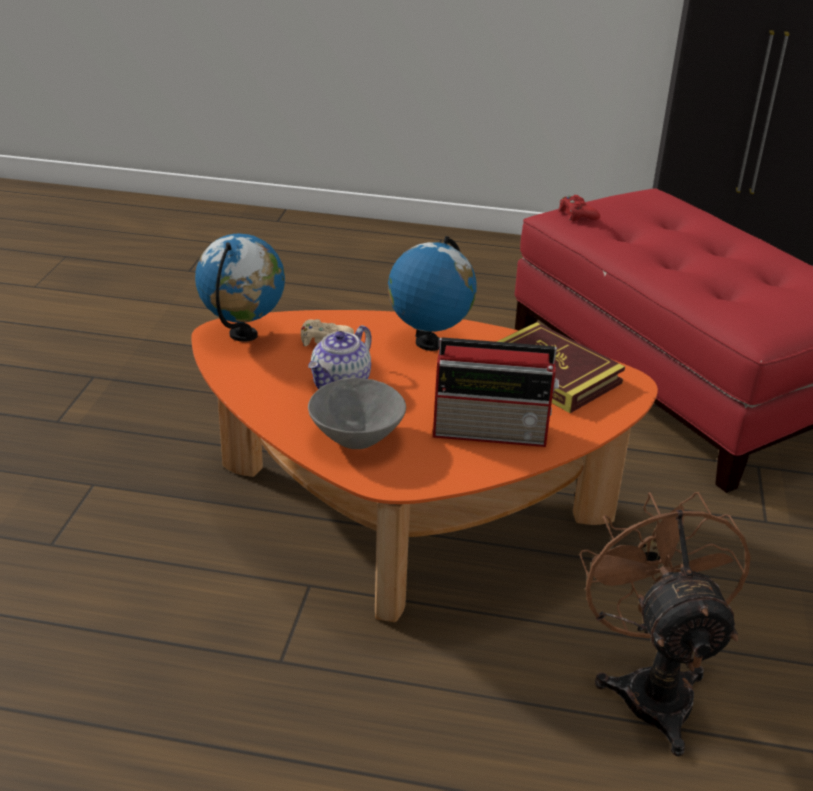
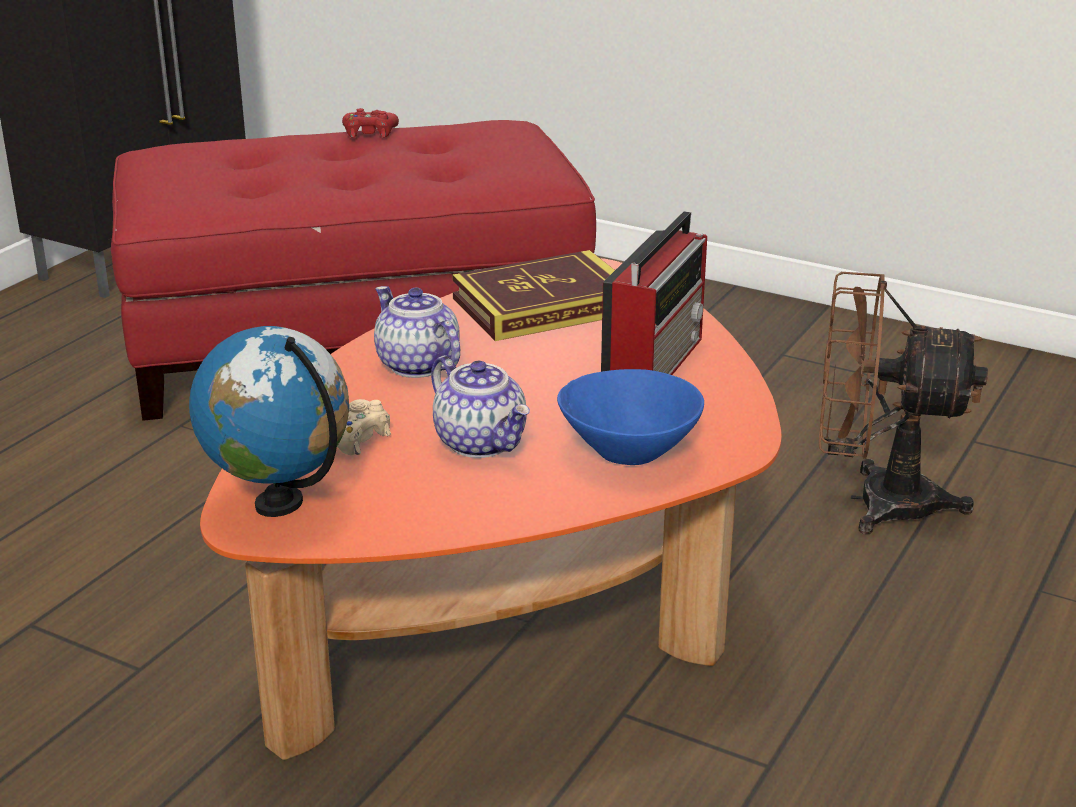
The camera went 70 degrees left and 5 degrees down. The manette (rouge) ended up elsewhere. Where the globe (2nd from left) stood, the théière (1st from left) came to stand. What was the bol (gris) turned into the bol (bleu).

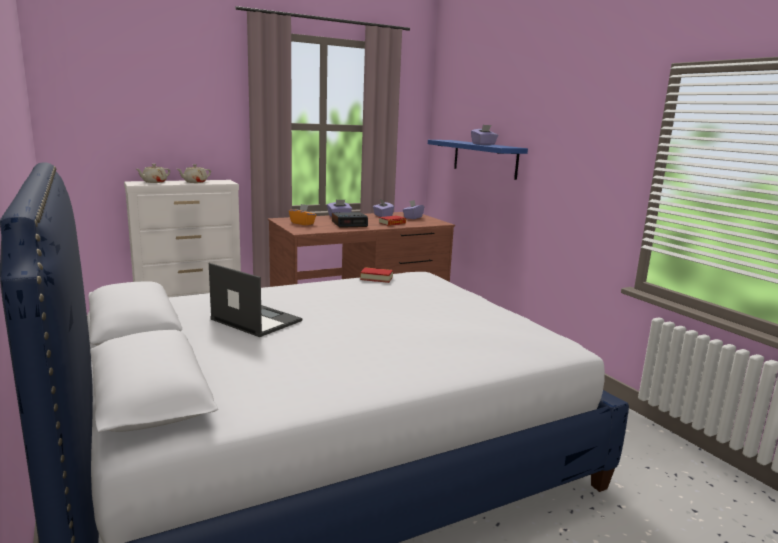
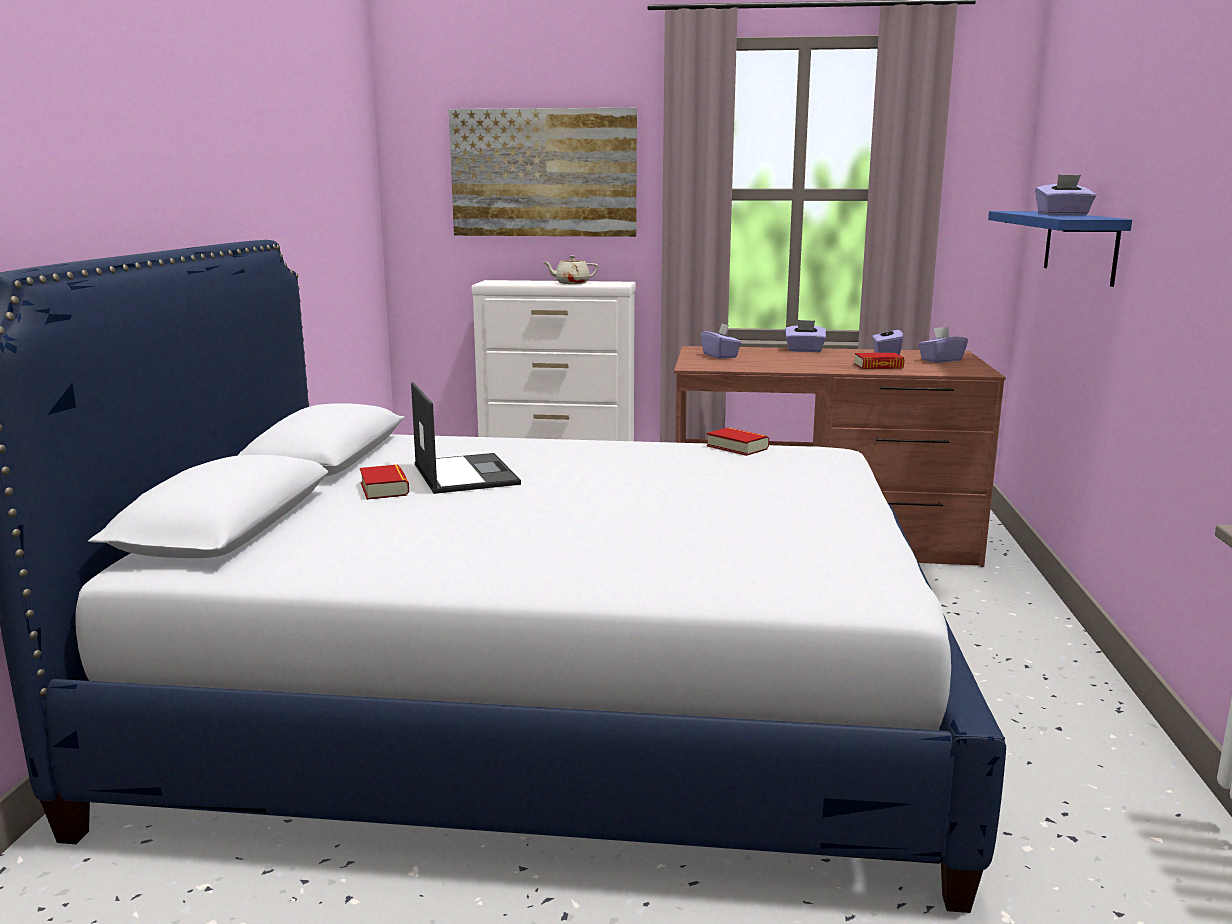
The camera went 35 degrees right and 0 degrees up. The second view gained the livre (1st from left). The second view gained the tableau. What was the boîte à mouchoirs (orange) turned into the boîte à mouchoirs (violet) (1st from left). The second view lost the théière (beige) (1st from left). The second view lost the réveil.

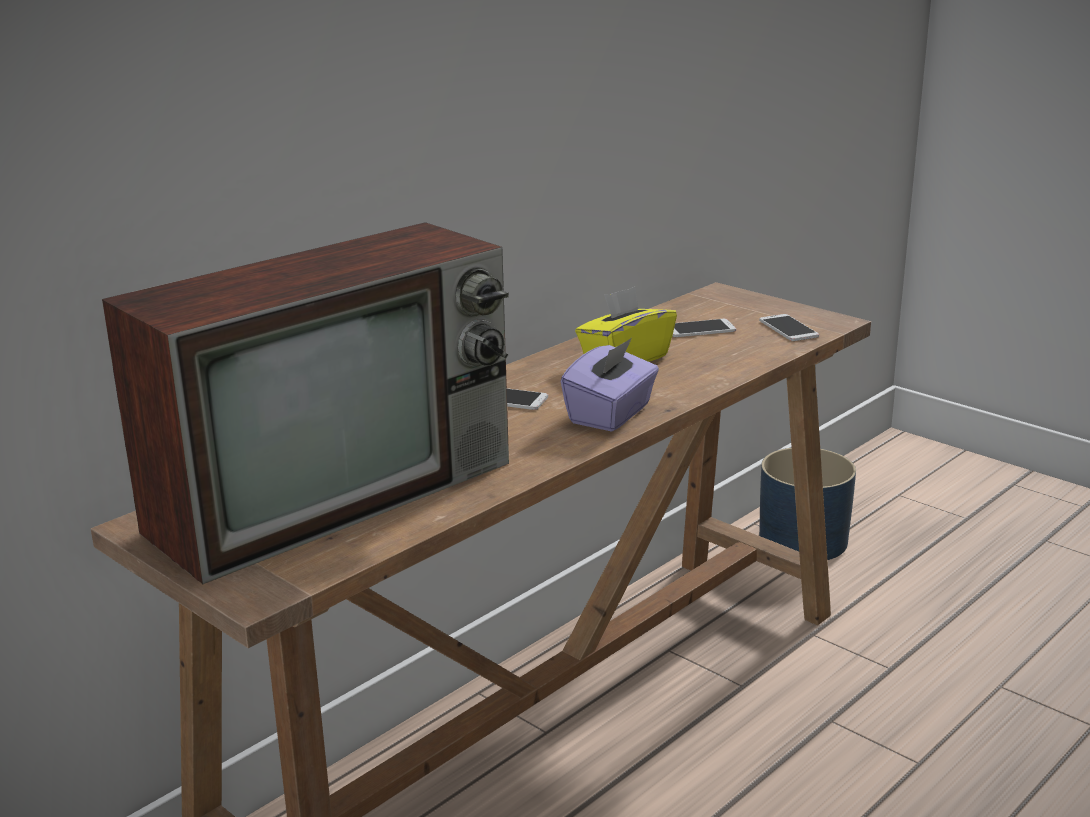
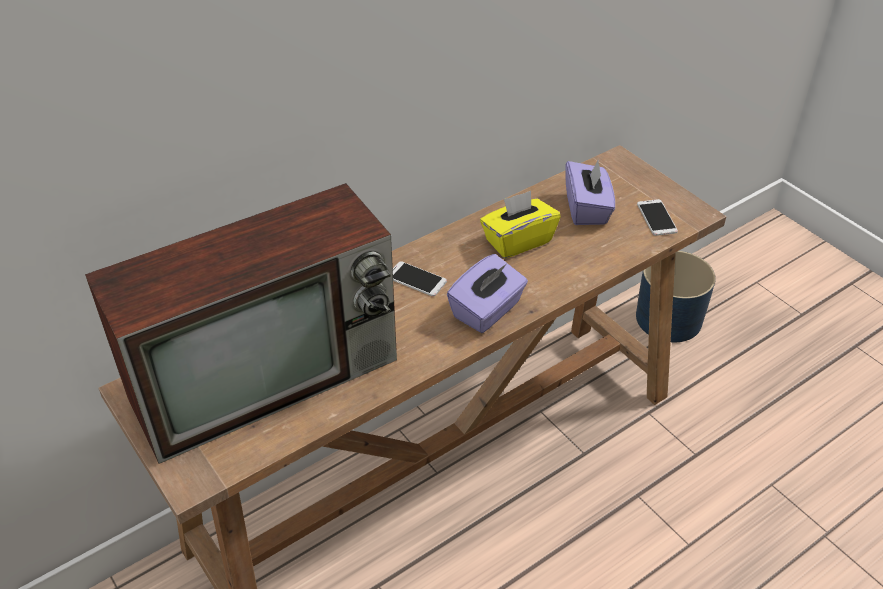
The camera went 10 degrees right and 20 degrees up. Where the téléphone (2nd from left) stood, the boîte à mouchoirs (violet) (2nd from left) came to stand.

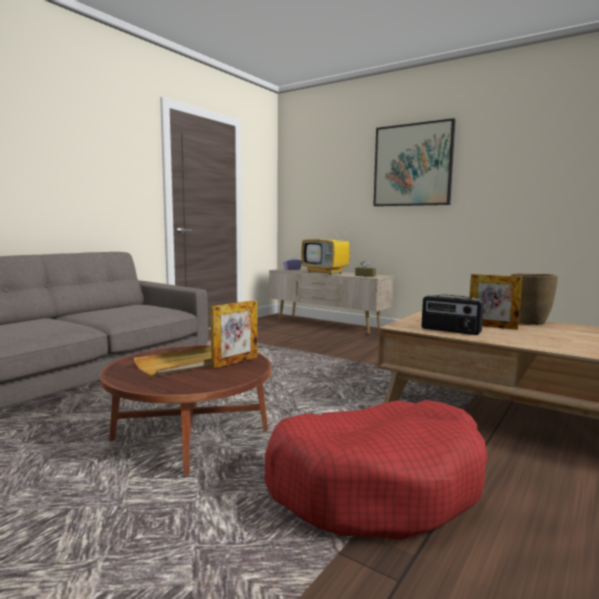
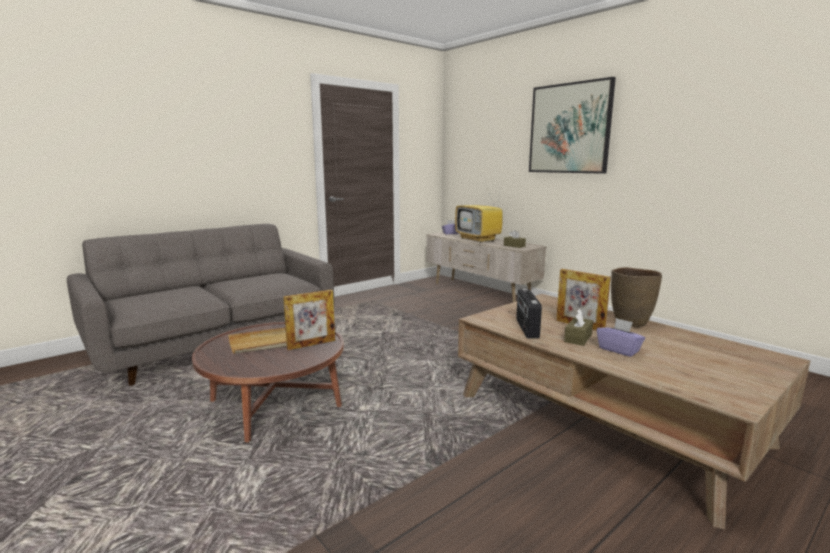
The camera went 15 degrees right and 5 degrees up. The radio ended up facing another way, 45 degrees clockwise from before. The second view gained the boîte à mouchoirs (marron) (2nd from left). The second view gained the boîte à mouchoirs (violet) (2nd from left). The second view lost the panier pour chien (rouge).

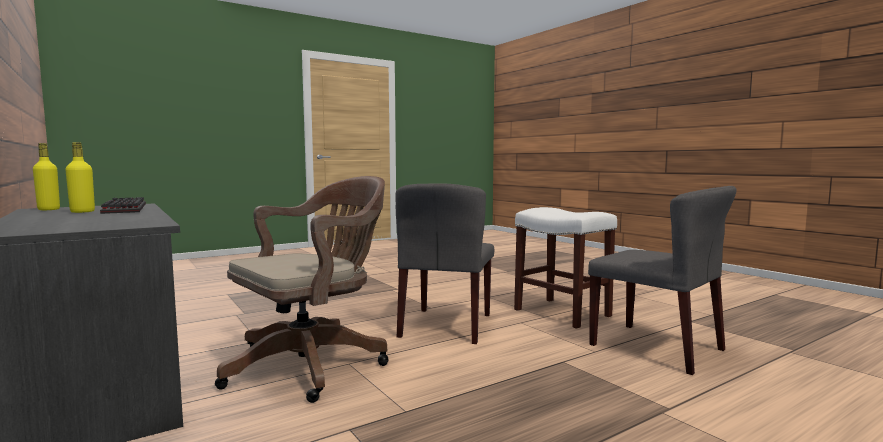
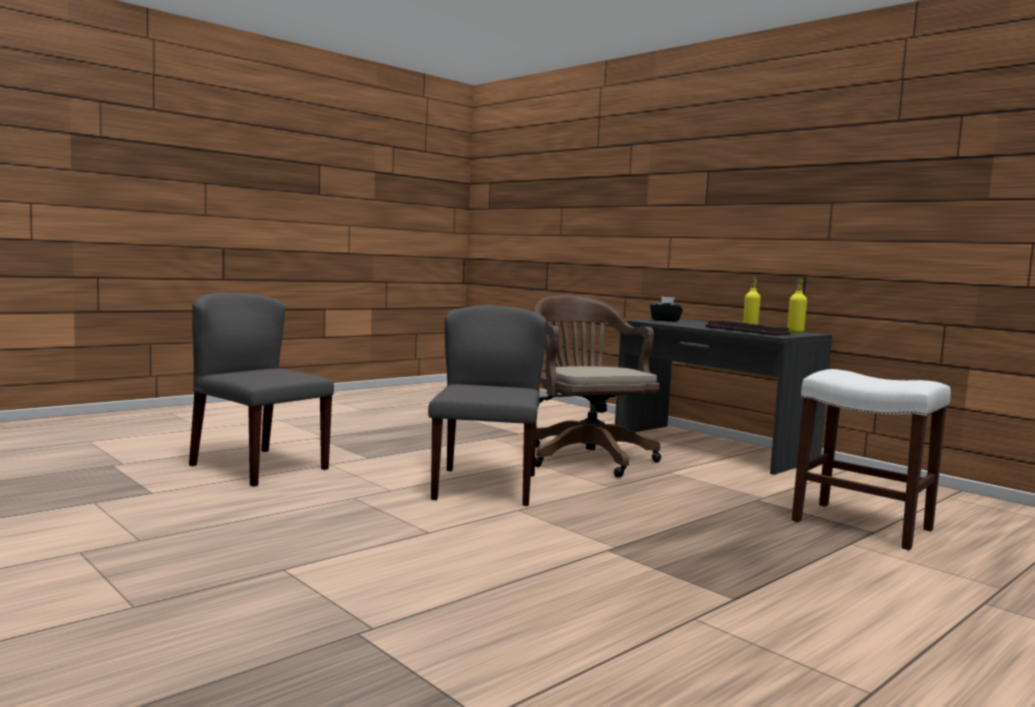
The camera went 170 degrees right and 0 degrees up. The chaise de bureau (marron) ended up facing another way, 120 degrees clockwise from before. The second view gained the boîte à mouchoirs (noir). The tabouret (blanc) ended up elsewhere.

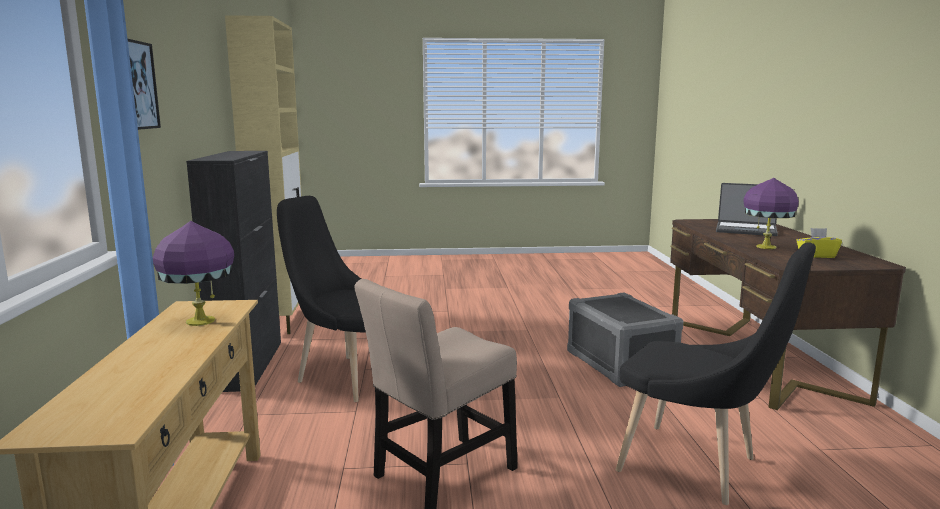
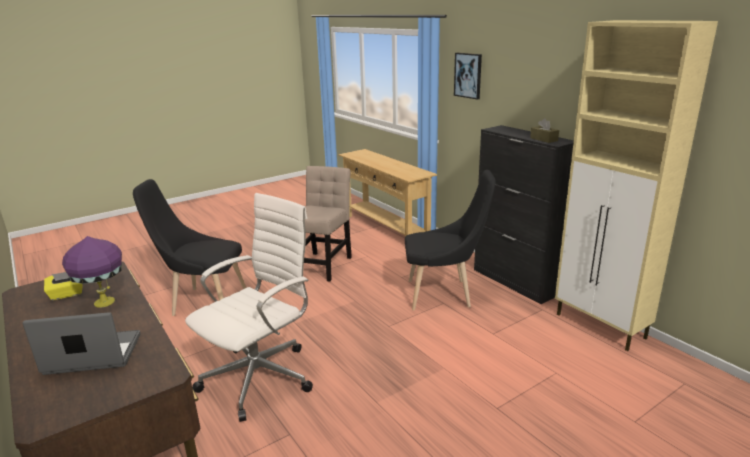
The camera went 150 degrees right and 10 degrees up. Where the boîte de rangement (gris) stood, the chaise de bureau (blanc) came to stand. The second view gained the boîte à mouchoirs (marron). The second view lost the lampe de table (violet) (1st from left).

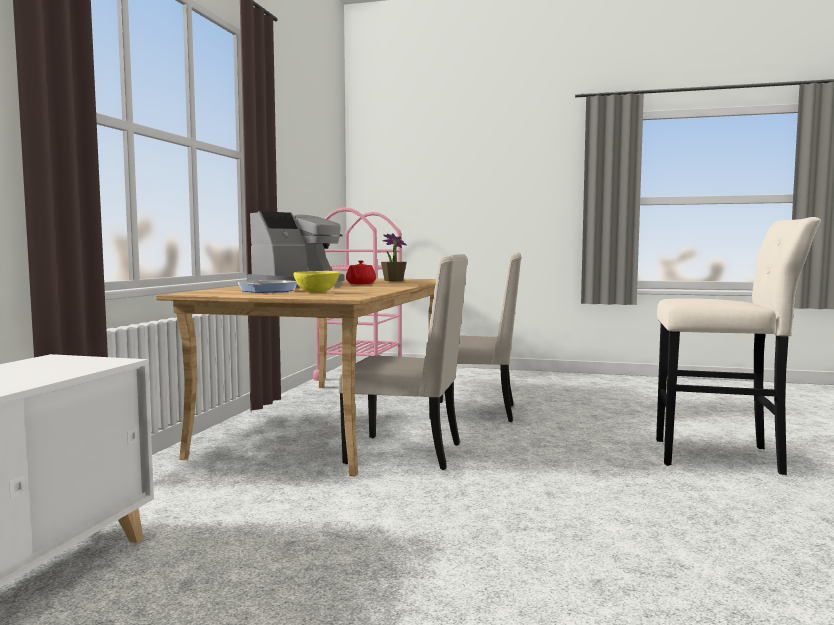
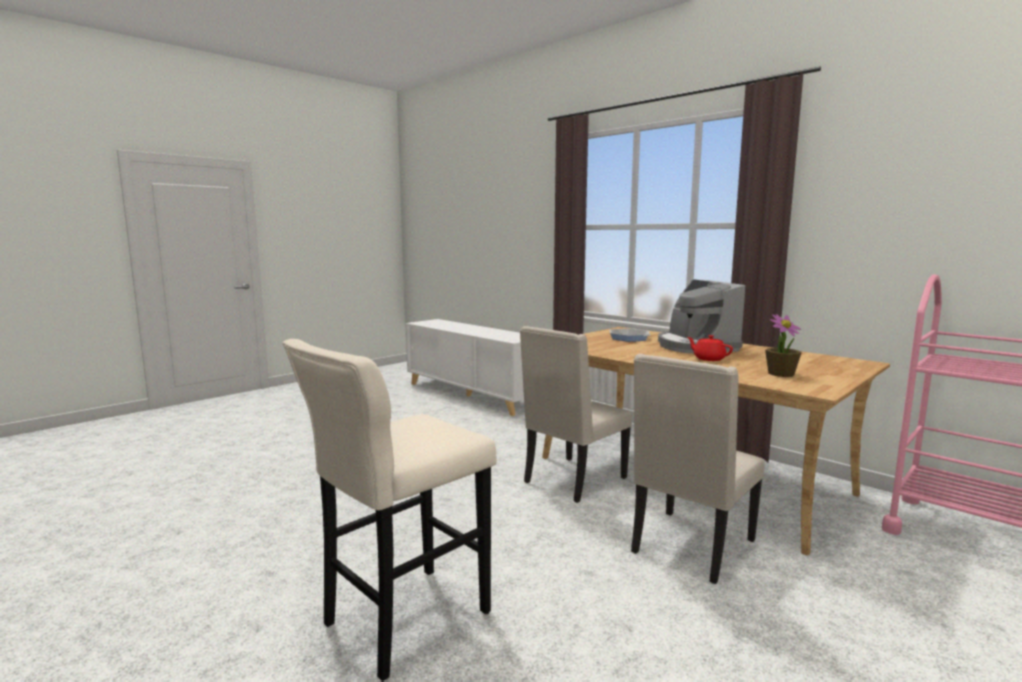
The camera went 120 degrees right and 5 degrees up. The second view lost the bol (jaune).

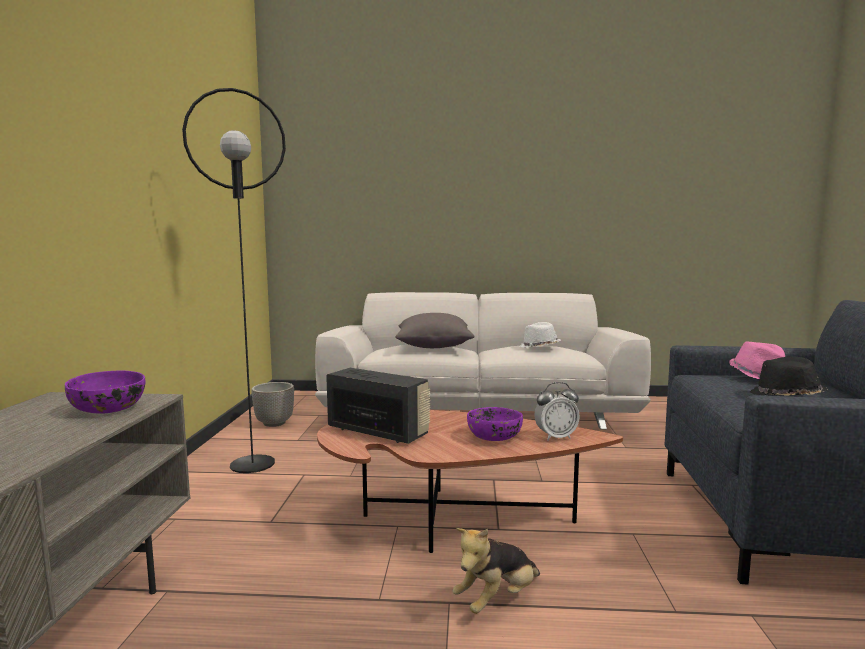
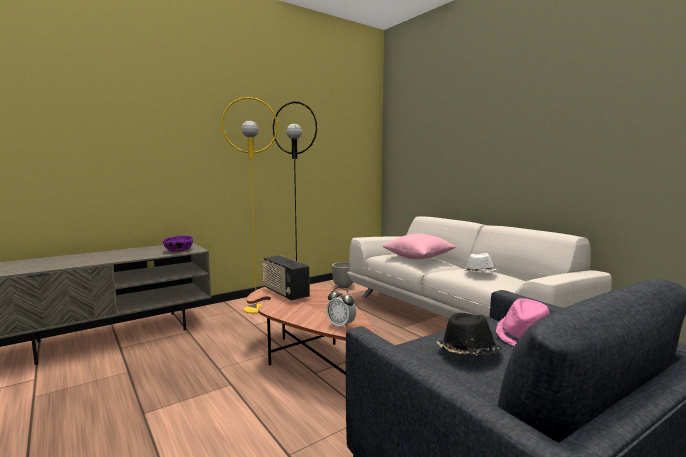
The camera went 50 degrees right and 0 degrees up. The second view gained the lampadaire (jaune). The radio ended up facing another way, 150 degrees clockwise from before. What was the coussin (gris) turned into the coussin (rose). The second view lost the peluche. The second view lost the bol (violet) (2nd from left).

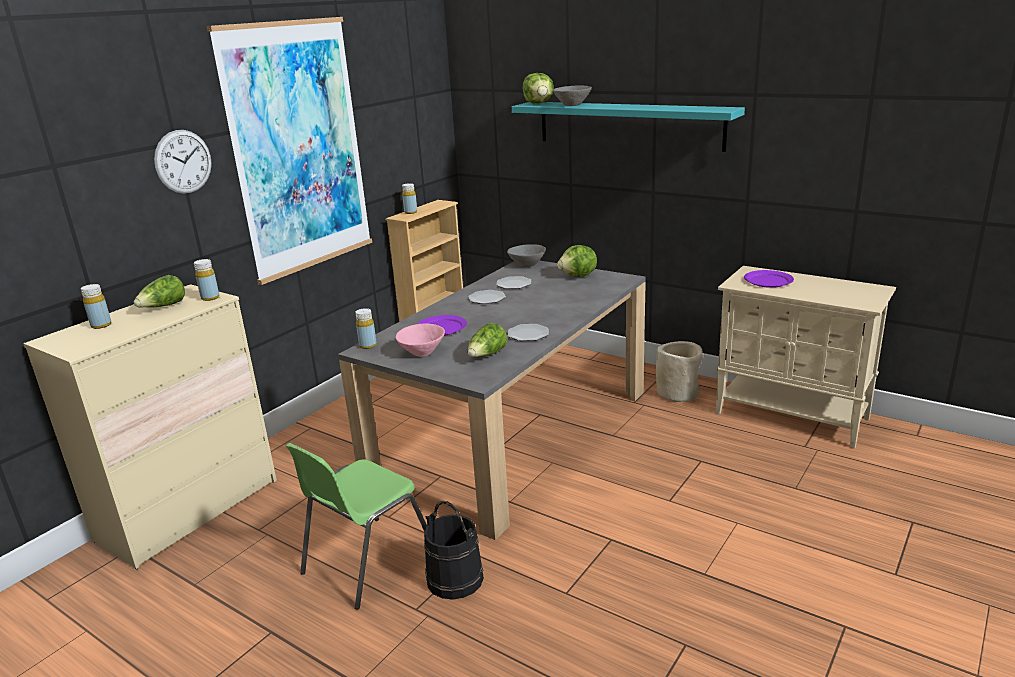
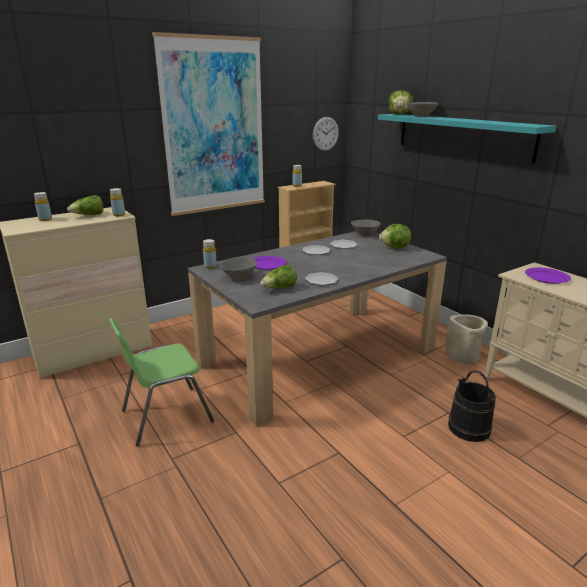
The camera went 20 degrees right and 0 degrees up. What was the bol (rose) turned into the bol (gris) (1st from left). The horloge murale ended up elsewhere. The seau (noir) ended up elsewhere.

